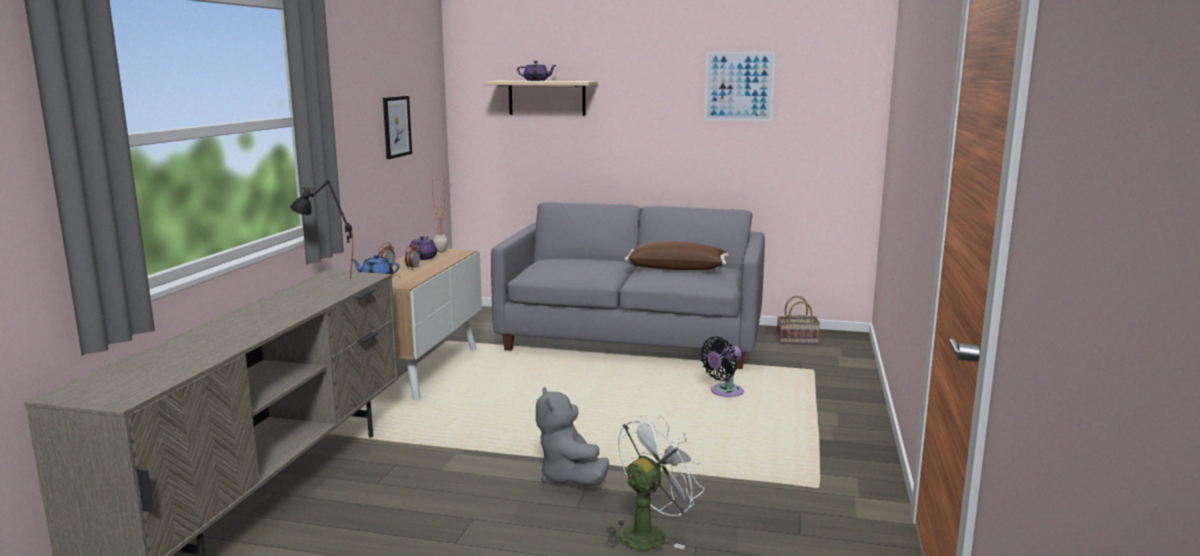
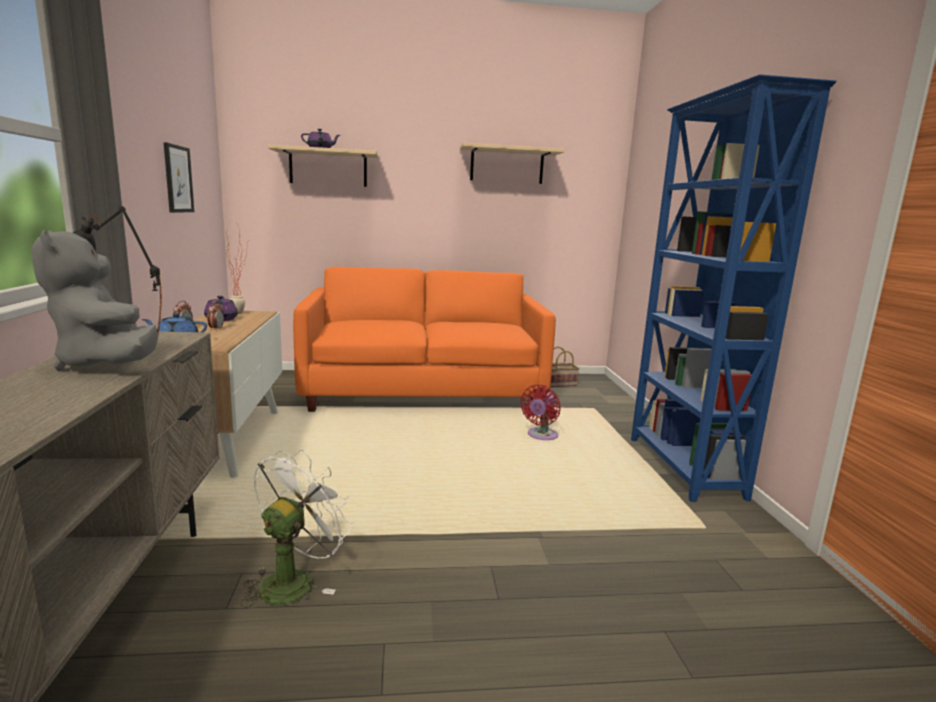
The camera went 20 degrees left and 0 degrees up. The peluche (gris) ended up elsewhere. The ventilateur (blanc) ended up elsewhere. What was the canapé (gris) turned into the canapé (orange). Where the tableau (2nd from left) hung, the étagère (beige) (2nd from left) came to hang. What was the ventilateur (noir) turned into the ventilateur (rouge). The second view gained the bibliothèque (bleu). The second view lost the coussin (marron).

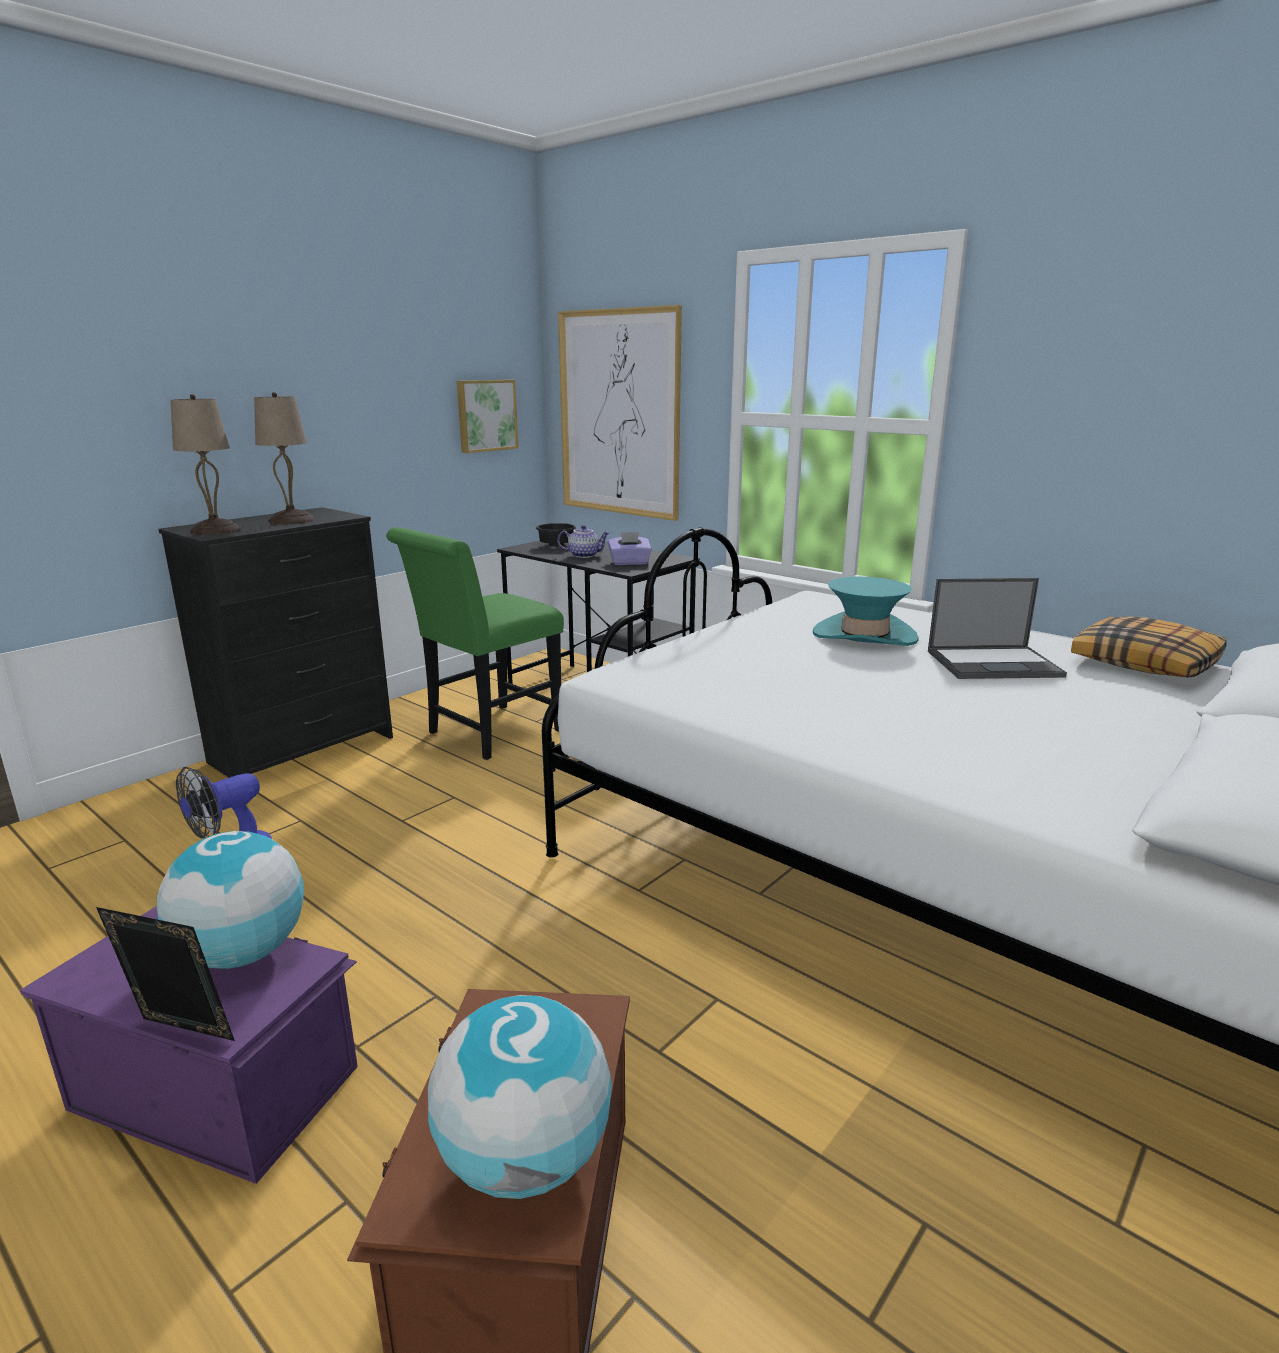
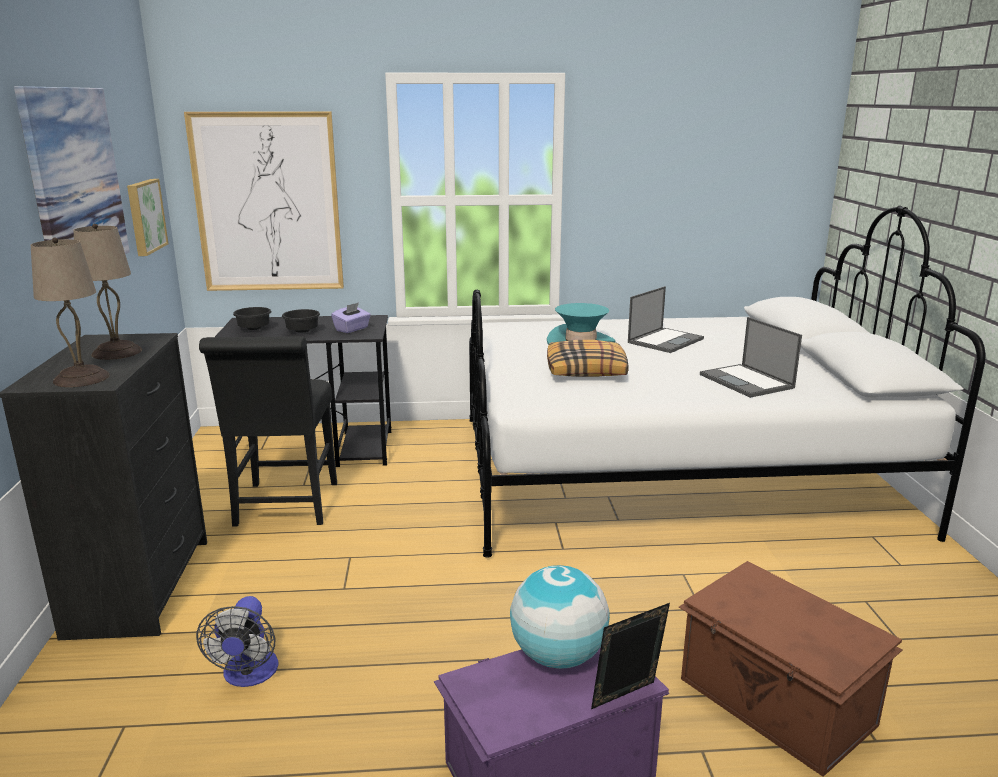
The camera went 45 degrees left and 0 degrees up. The second view gained the tableau (1st from left). What was the chaise (vert) turned into the chaise (noir). Where the théière stood, the bol (noir) (2nd from left) came to stand. The coussin ended up elsewhere. The second view gained the ordinateur portable (2nd from left). The second view lost the globe (2nd from left).

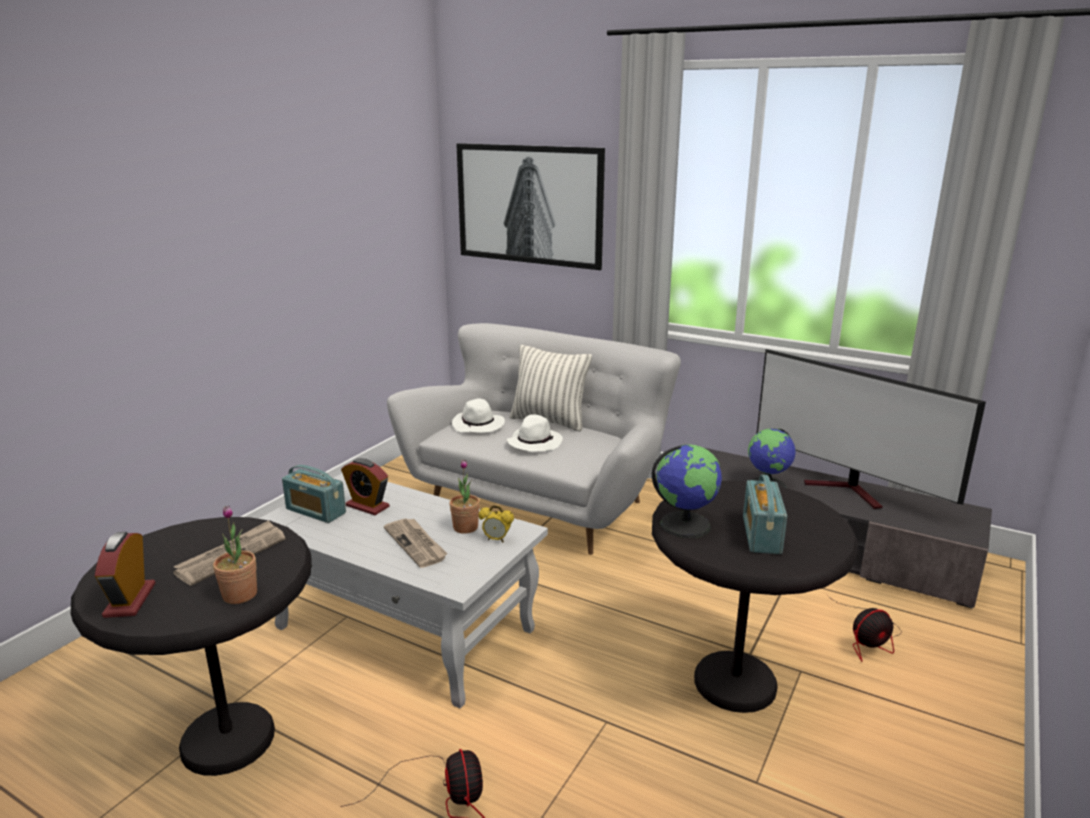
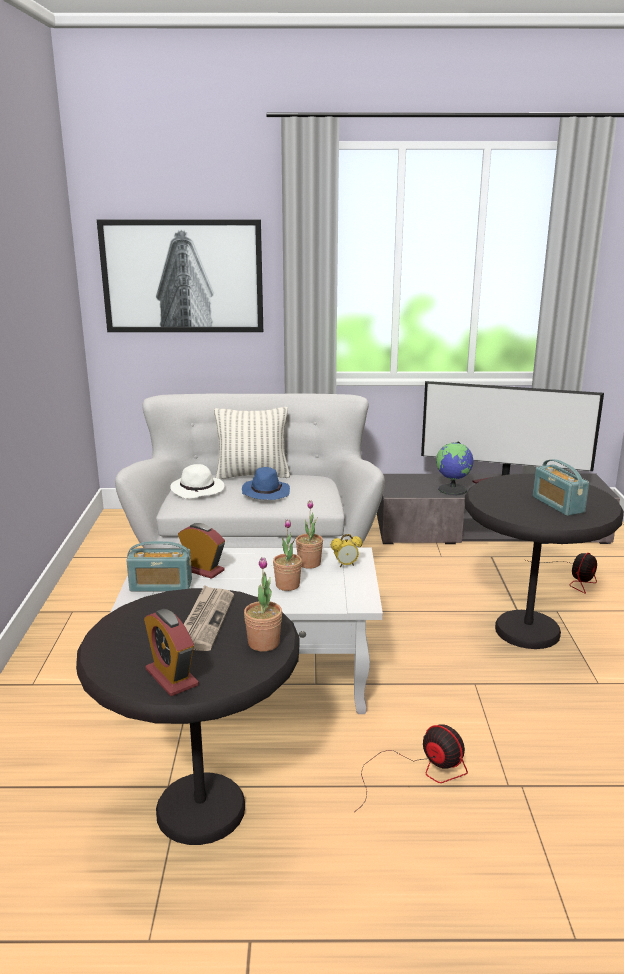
The camera went 30 degrees left and 0 degrees up. The réveil (2nd from left) ended up facing another way, 150 degrees counterclockwise from before. What was the chapeau (blanc) (2nd from left) turned into the chapeau (bleu). Where the journal (2nd from left) stood, the plante en pot (2nd from left) came to stand. The second view lost the globe (1st from left).

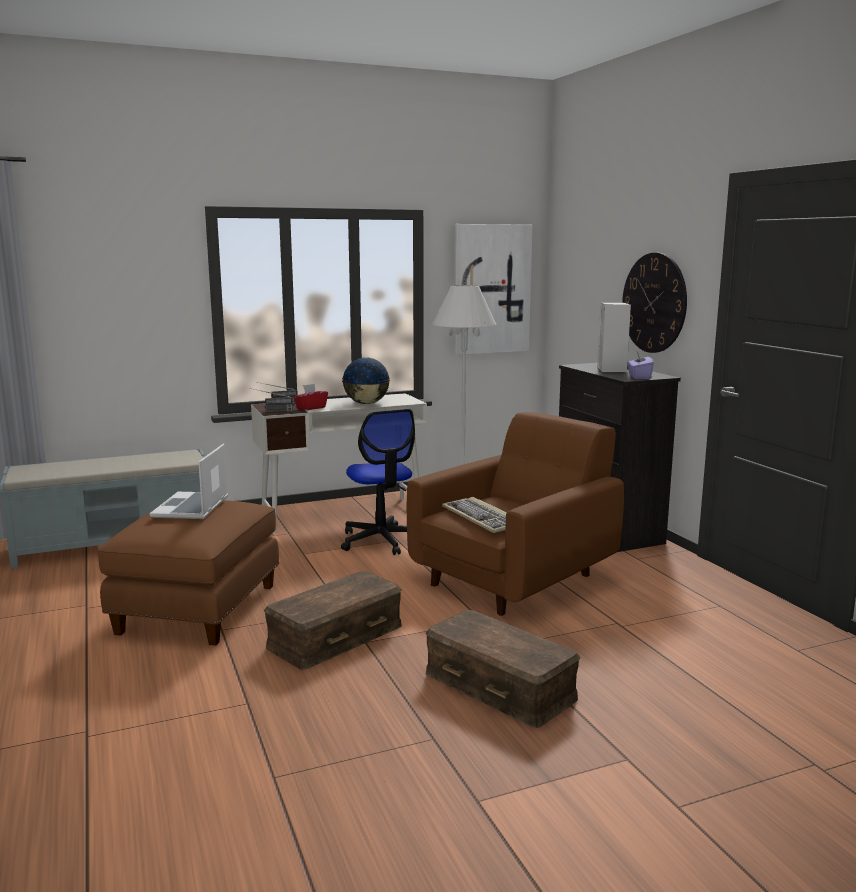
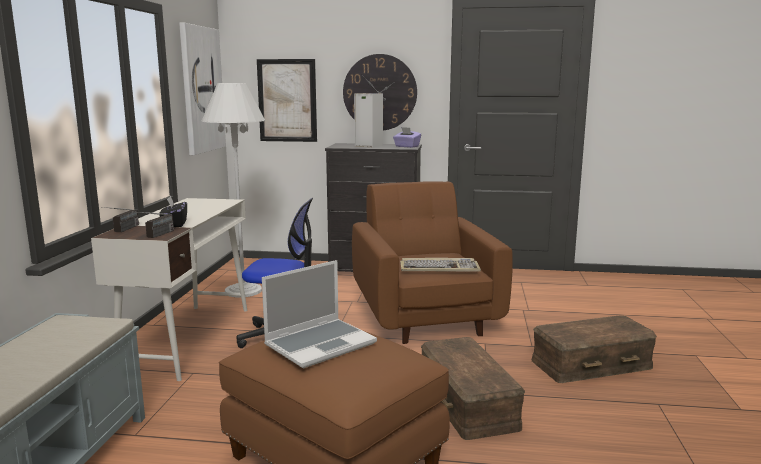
The camera went 60 degrees left and 0 degrees up. What was the boîte à mouchoirs (rouge) turned into the boîte à mouchoirs (noir). The second view gained the tableau (2nd from left). The ordinateur portable ended up facing another way, 75 degrees counterclockwise from before. The second view lost the globe.

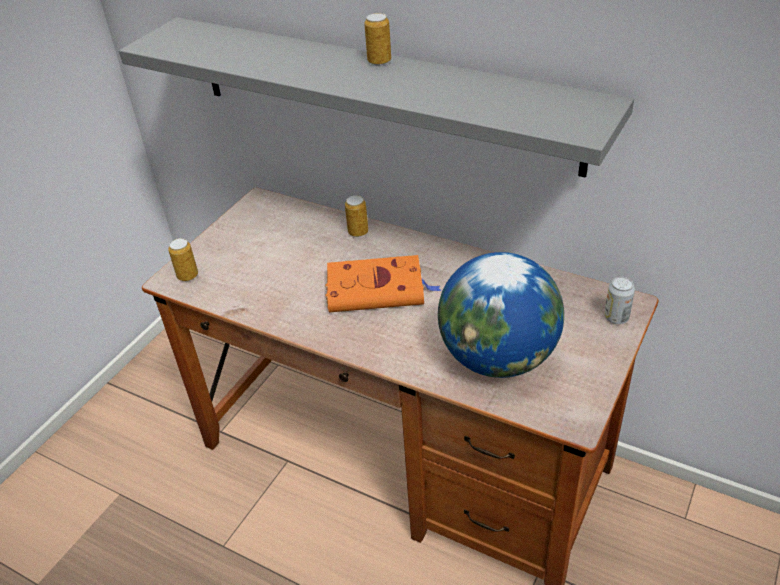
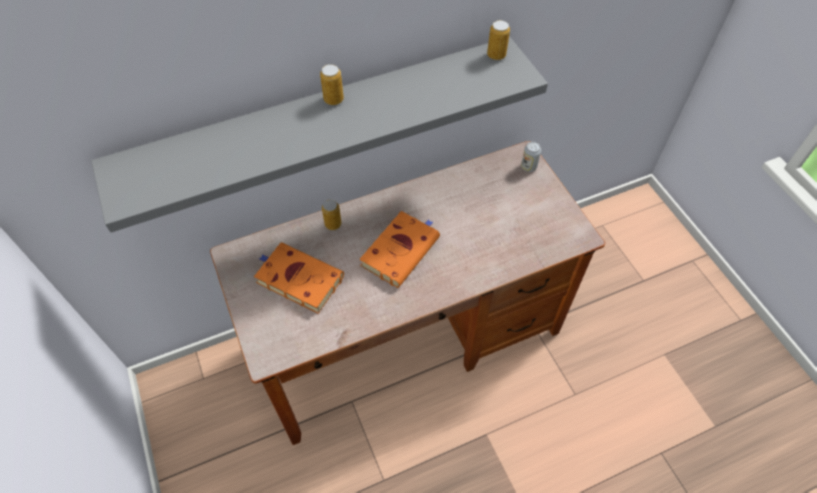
The camera went 55 degrees left and 15 degrees up. The second view gained the livre (orange) (1st from left). The boîte métallique (1st from left in the first image) ended up elsewhere. The second view lost the globe.

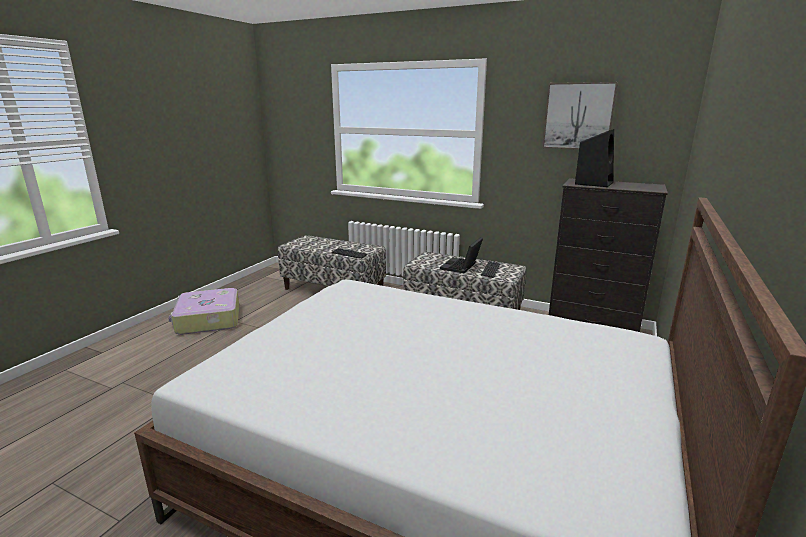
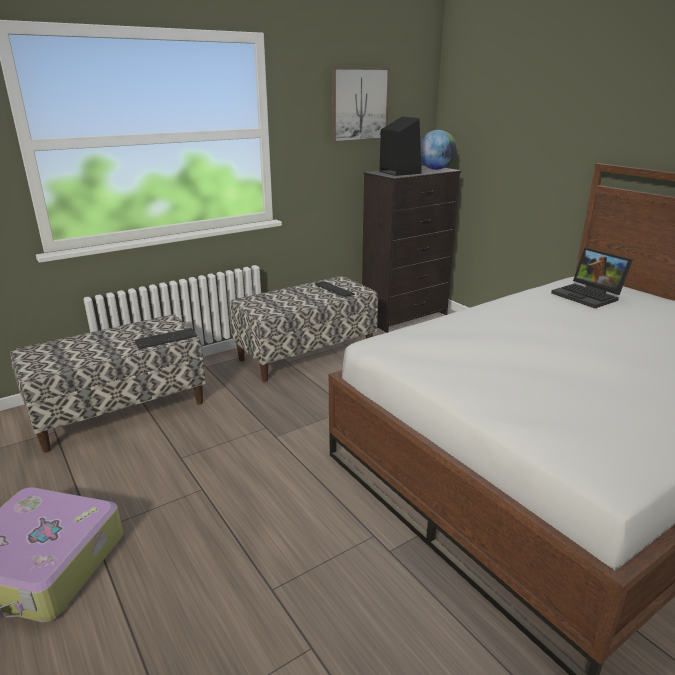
The camera went 60 degrees left and 5 degrees up. The second view gained the globe. The ordinateur portable ended up elsewhere.

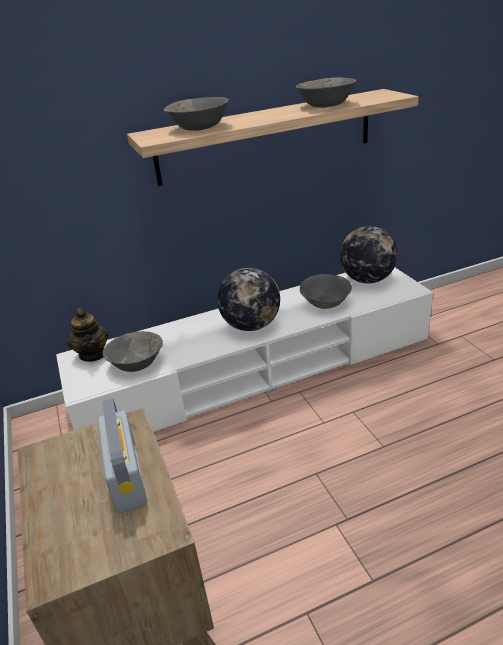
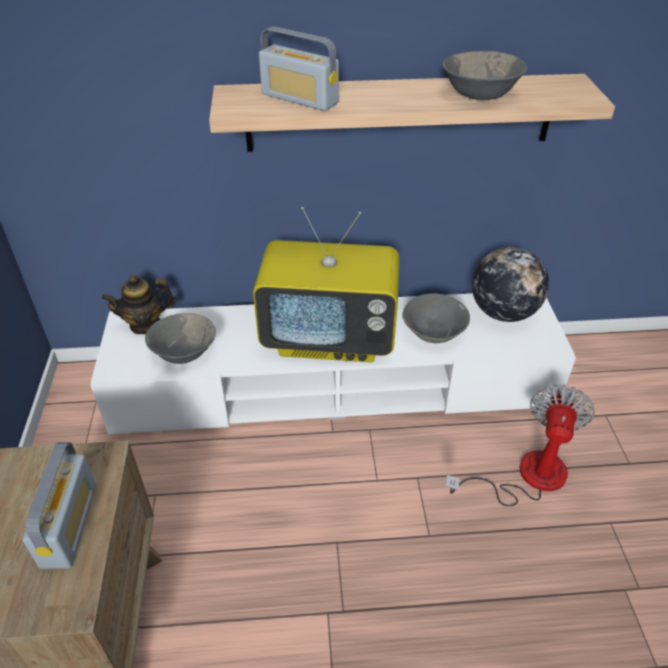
The camera went 15 degrees right and 10 degrees up. The théière ended up facing another way, 75 degrees clockwise from before. Where the globe (1st from left) stood, the téléviseur came to stand. Where the bol (gris) (2nd from left) stood, the radio (2nd from left) came to stand. The second view gained the ventilateur.

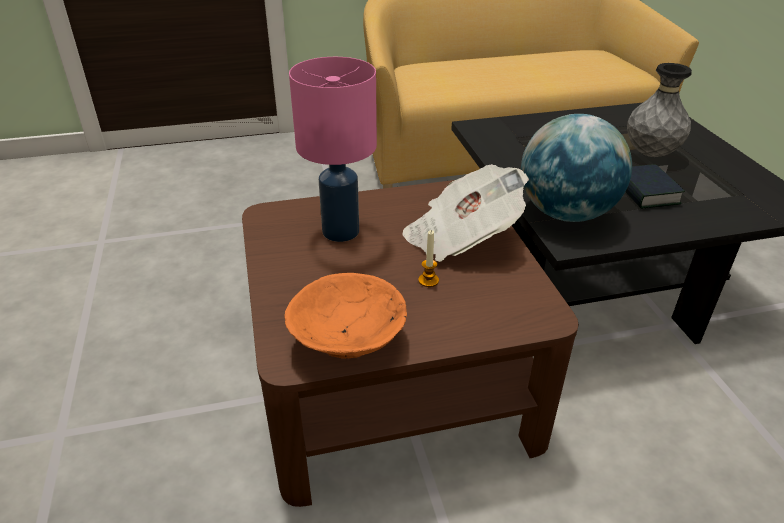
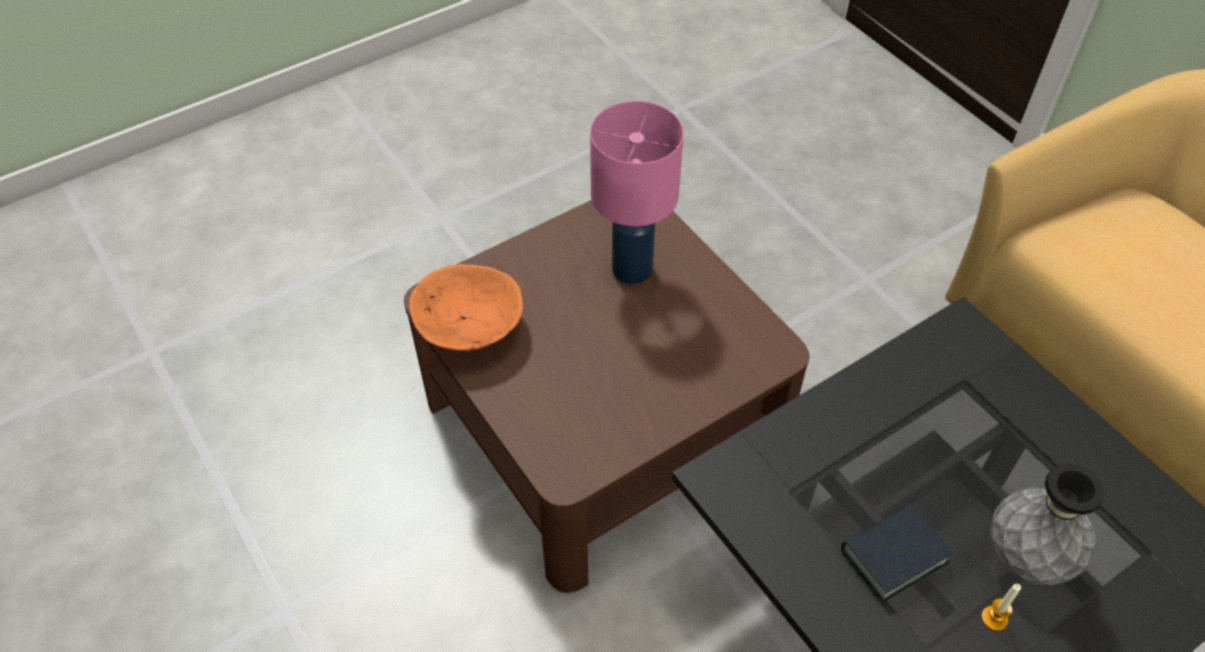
The camera went 70 degrees right and 15 degrees up. The bougie ended up elsewhere. The second view lost the journal. The second view lost the globe.

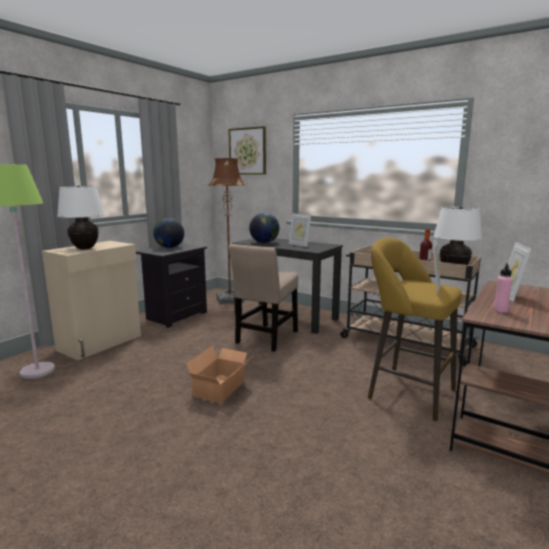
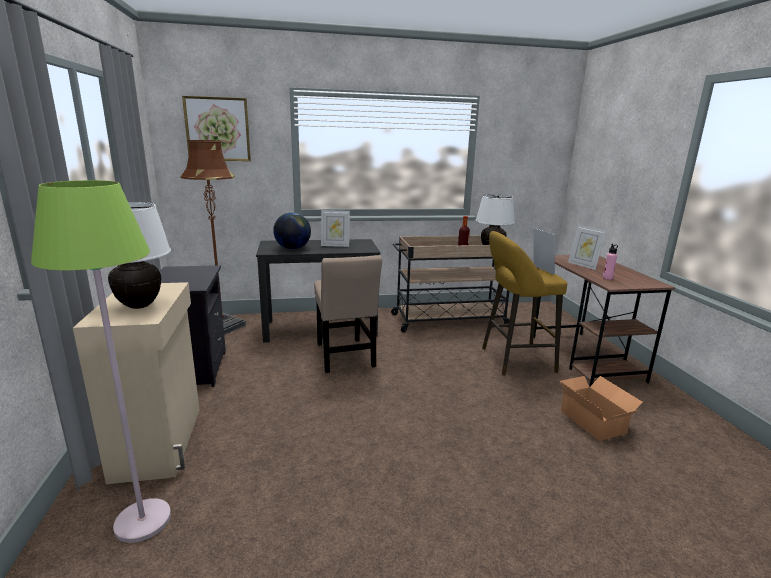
The camera went 45 degrees left and 5 degrees up. The carton ended up elsewhere. The second view lost the globe (1st from left).

